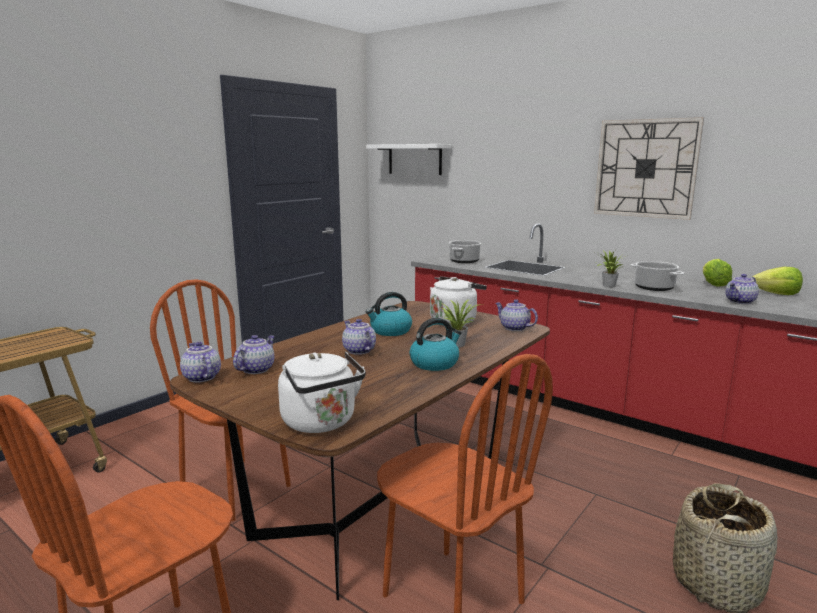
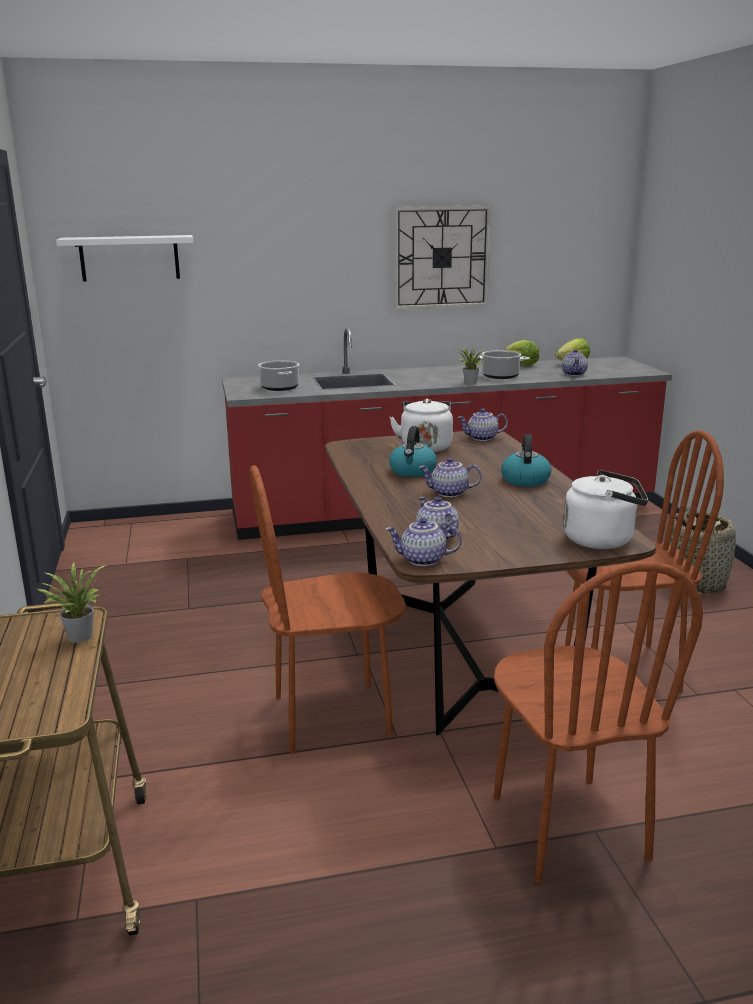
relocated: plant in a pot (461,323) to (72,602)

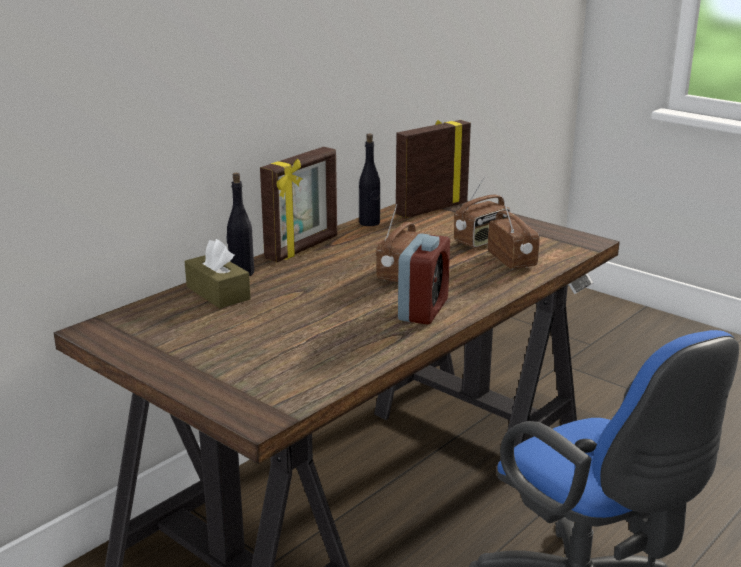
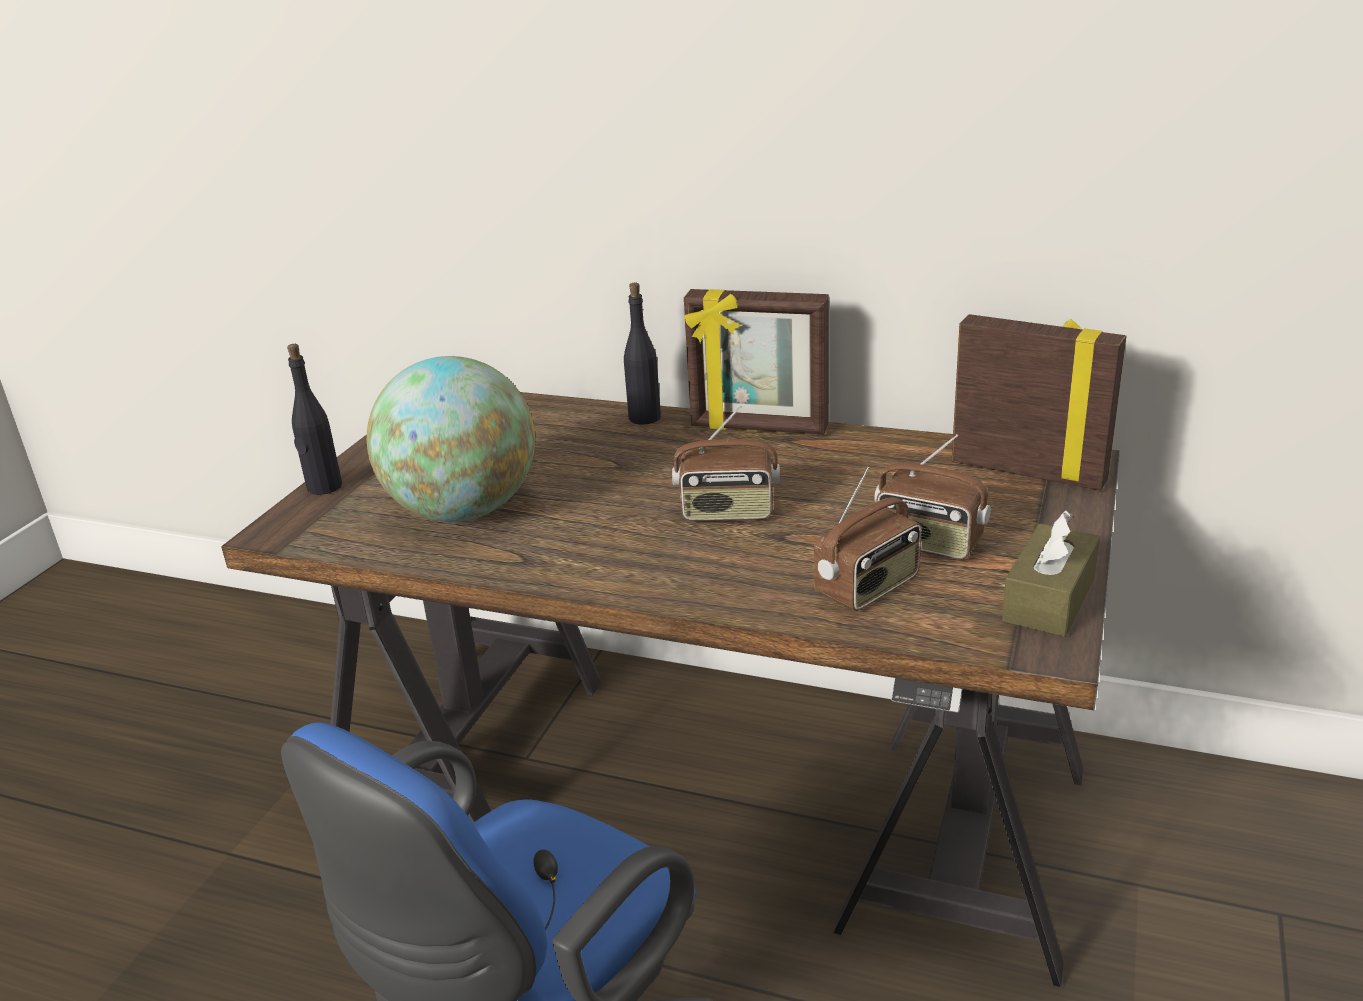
missing: bedside clock (424,279)
appeared: world globe (451,439)
relocated: drink bottle/black (369,180) to (314,419); tissue box/brownish (218,274) to (1051,573)

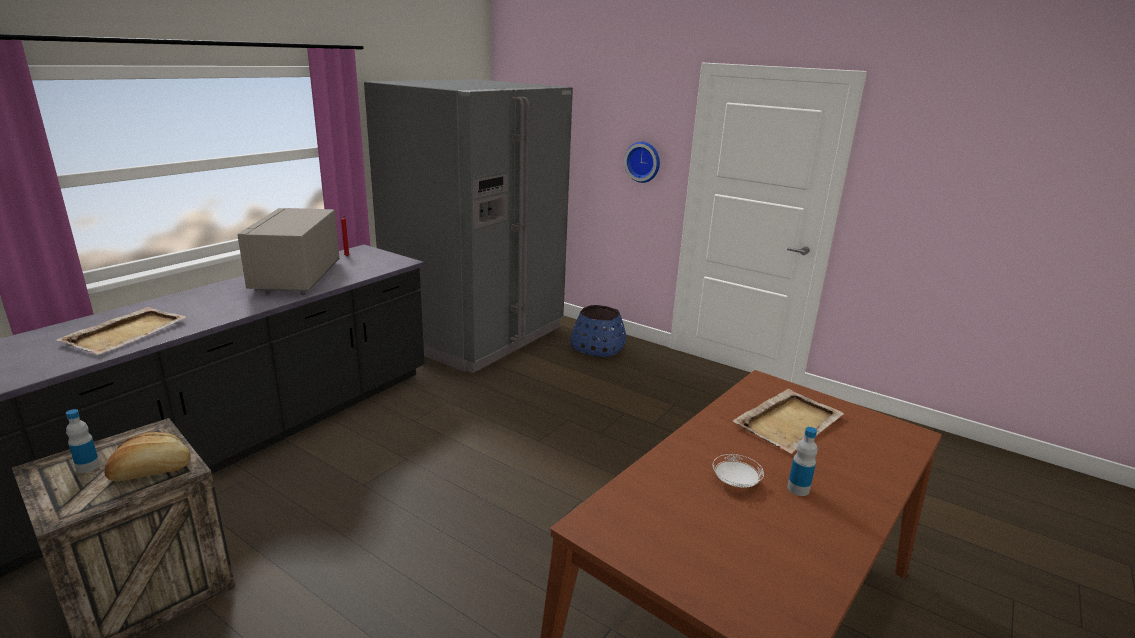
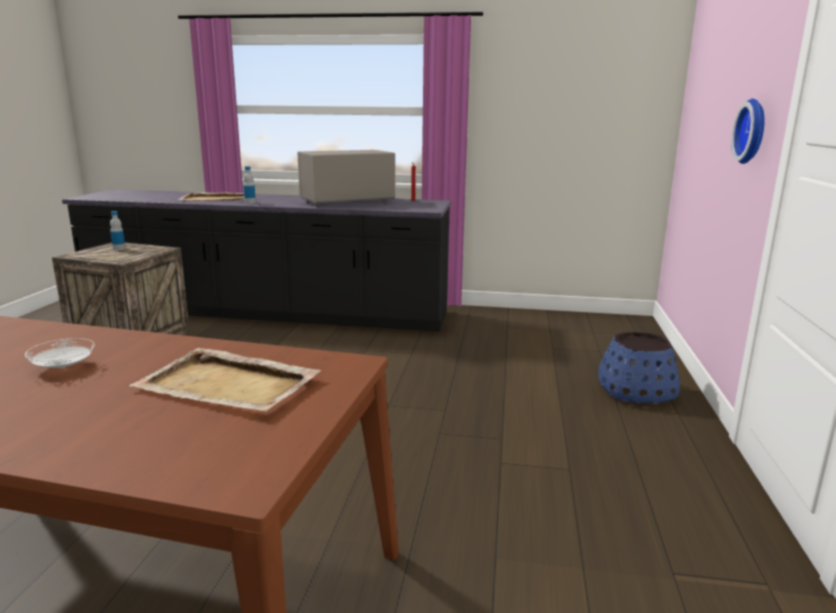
missing: refrigerator/grey (468,226); bread (147,456)
relocated: drink bottle (802,461) to (249,185)

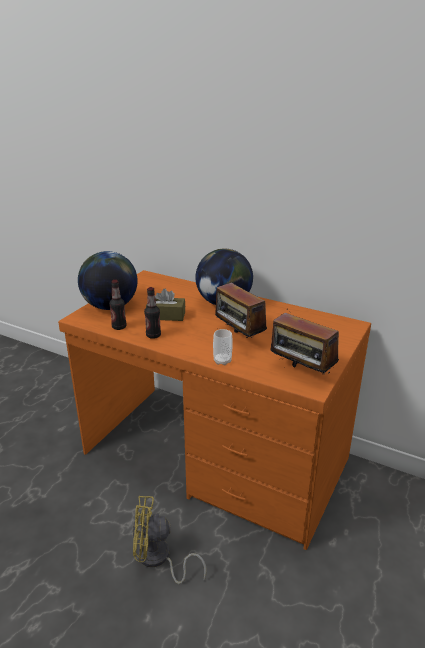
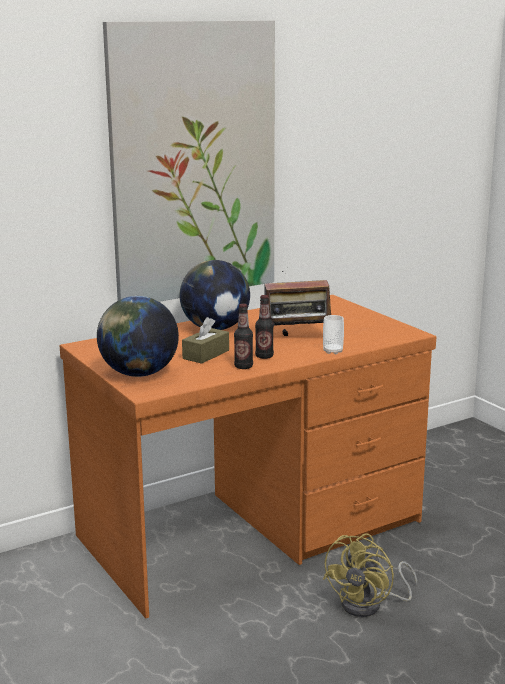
missing: radio set (305,340)
appeared: picture (189,161)
relocated: drink bottle (118,305) to (264,327)

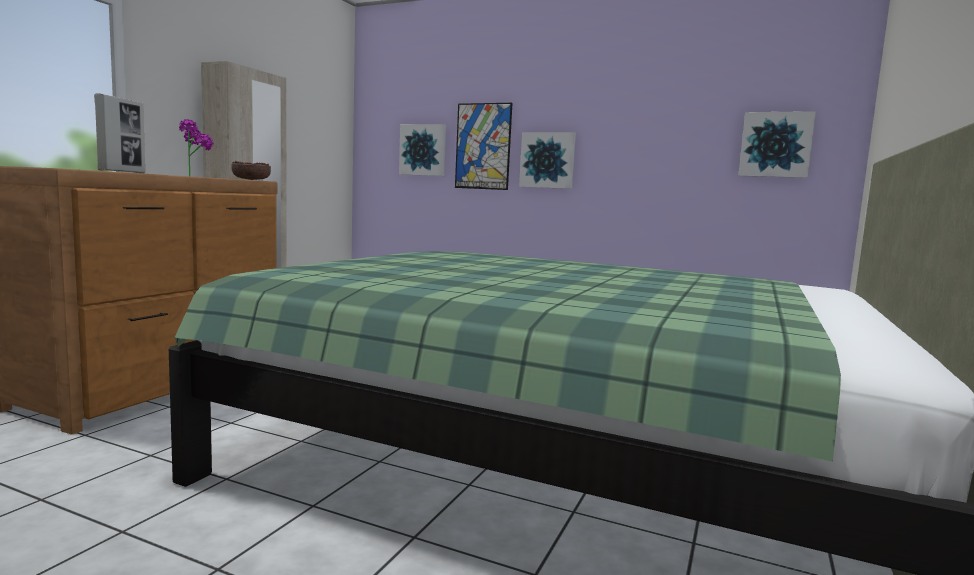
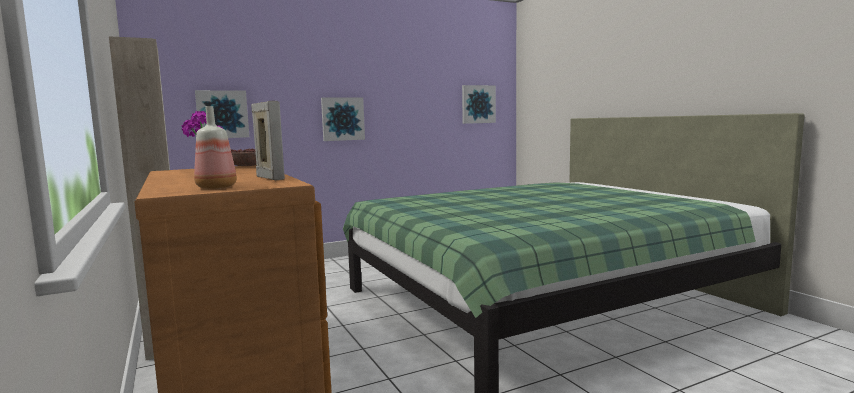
missing: picture (483,146)
appeared: drink bottle (215,147)

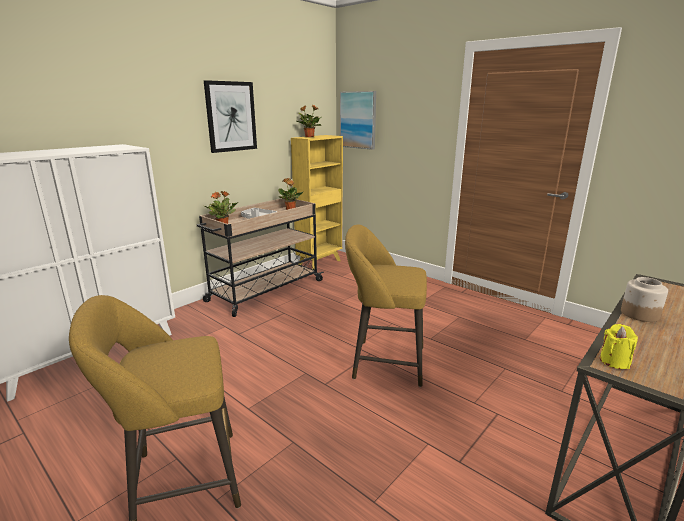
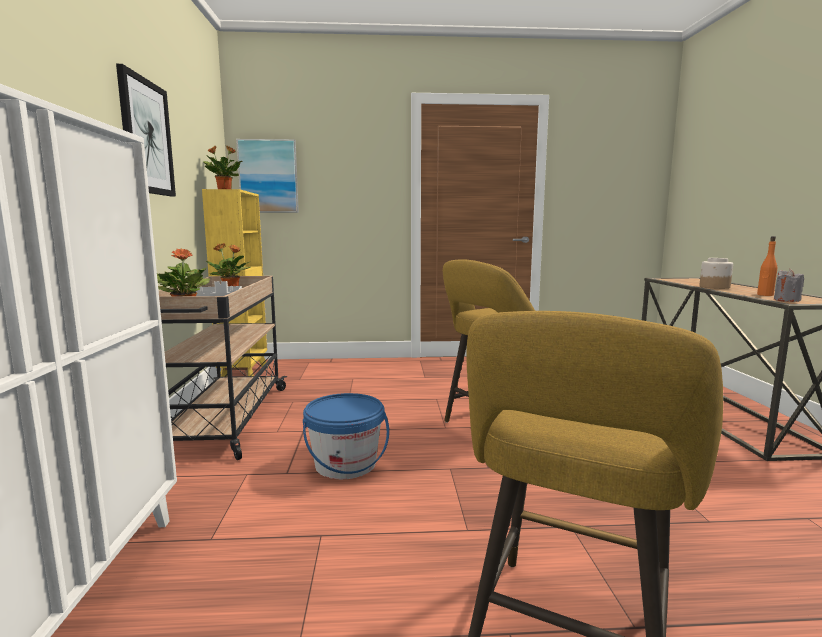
appeared: drink bottle/orange-coloured (767,266); water bucket/blue (346,436)
colour: wax candle/yellowish (619,346) to wax candle/grey (789,285)

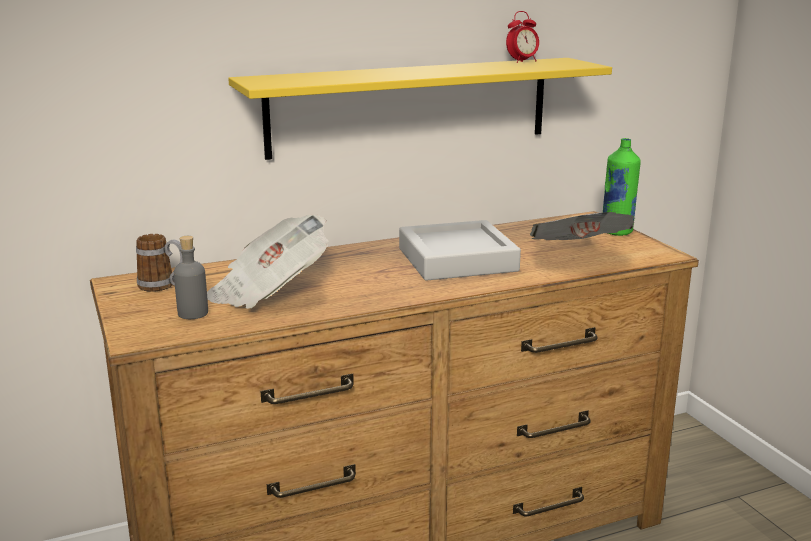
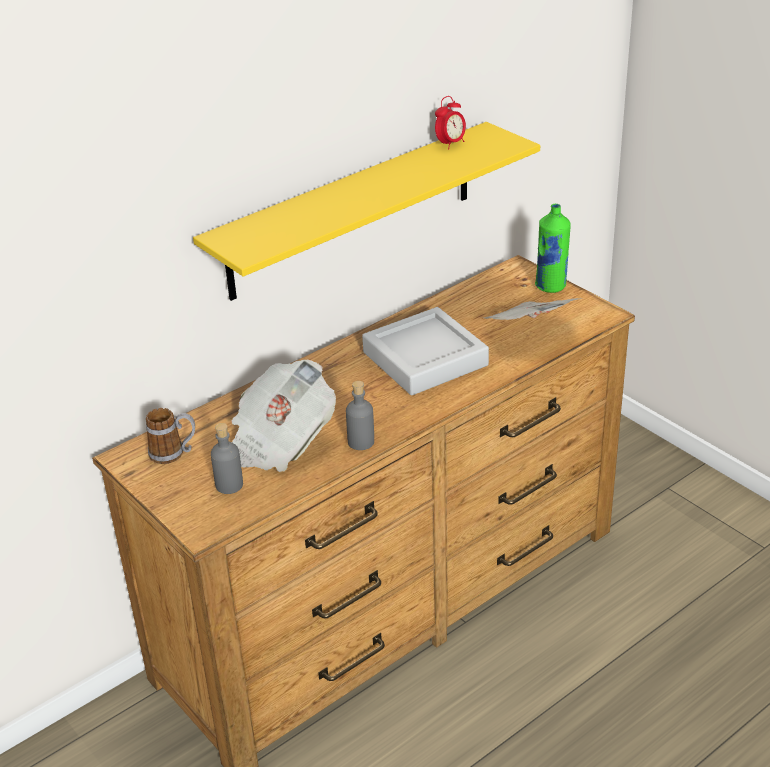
appeared: drink bottle/grey (360,415)

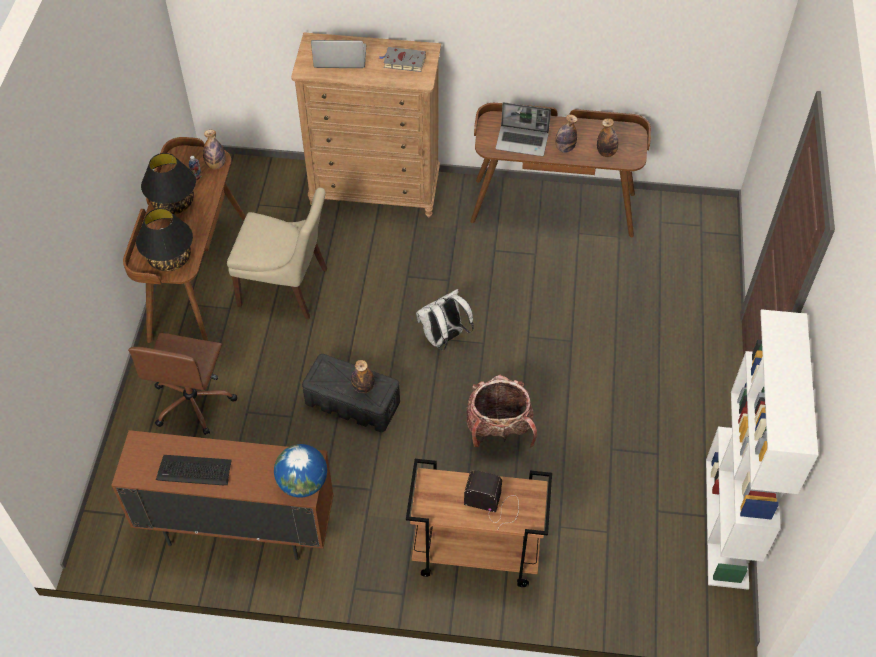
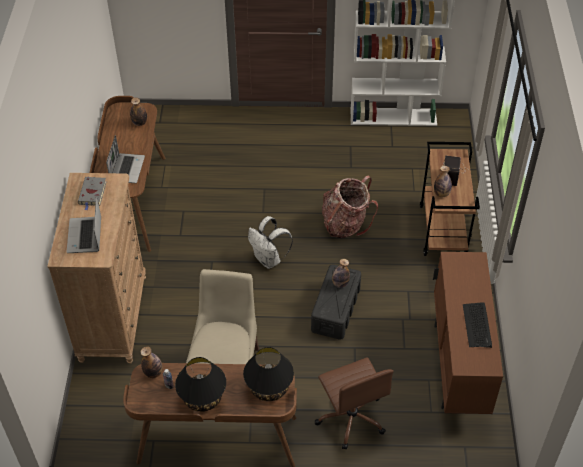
missing: world globe (300,471)
relocated: drink bottle (566,134) to (443,181)
spun: computer chair/brownish (182,384) = (354,403) 60 degrees clockwise

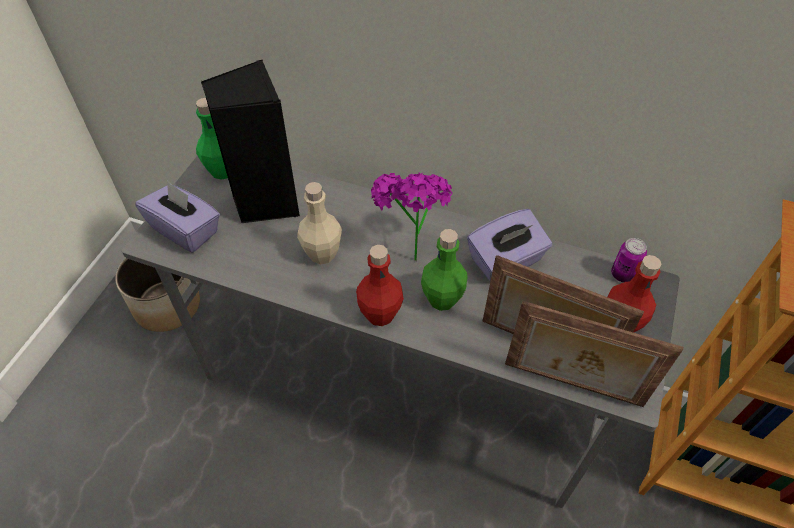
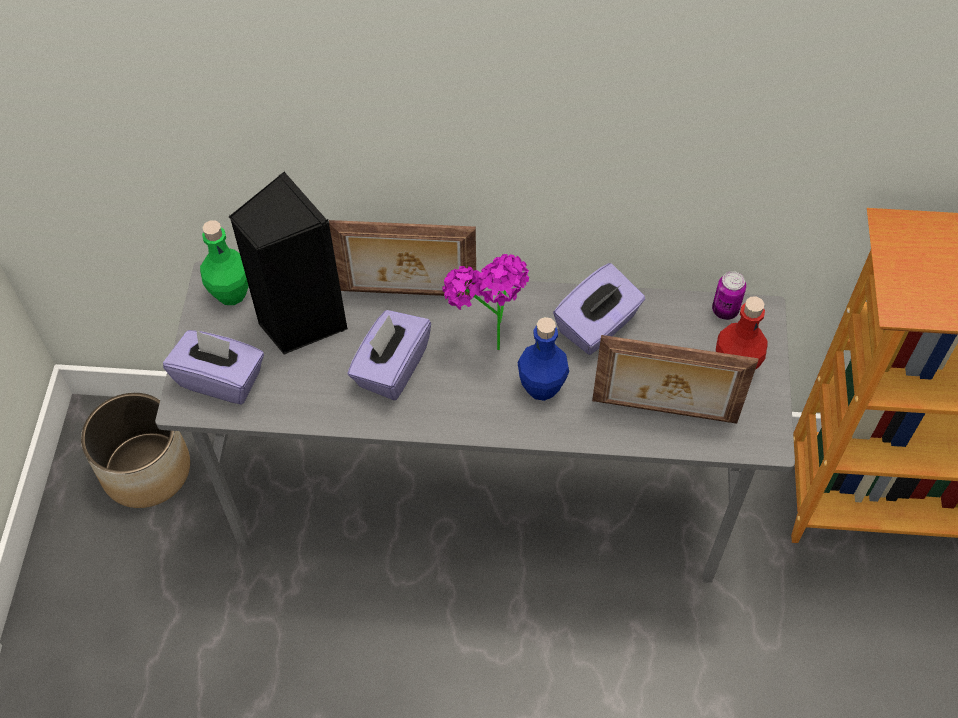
missing: drink bottle/red (380,285)
relocated: photo frame (594,354) to (402,258)
exchanged: drink bottle/beige (319,223) to tissue box/purple (389,355)
colour: drink bottle/green (444,270) to drink bottle/blue (543,359)

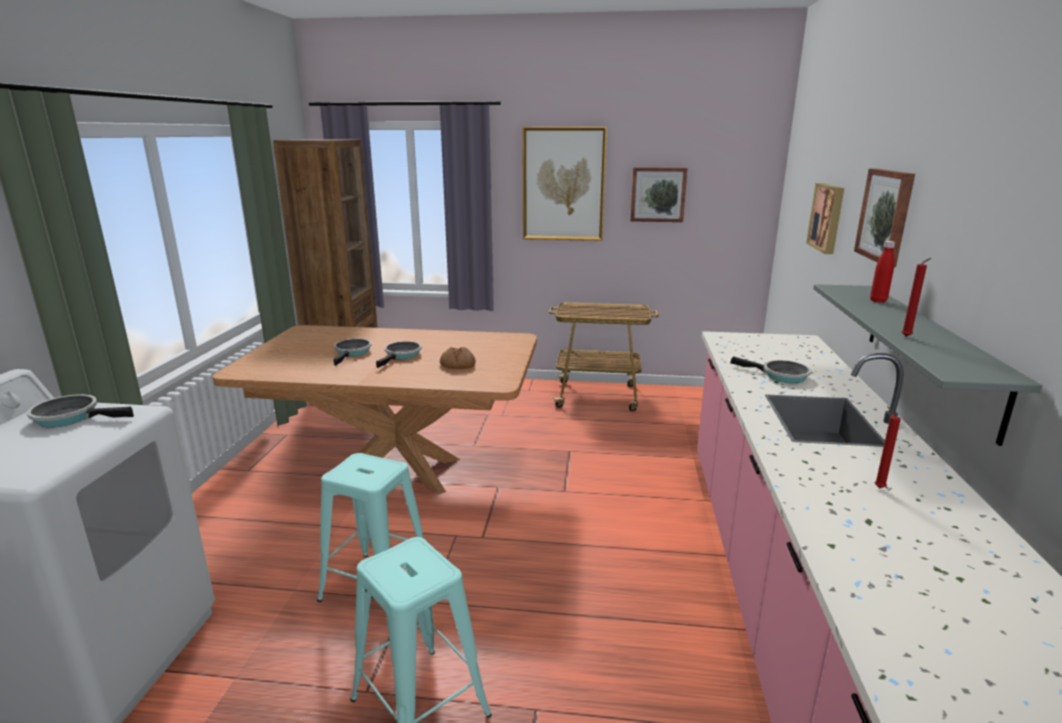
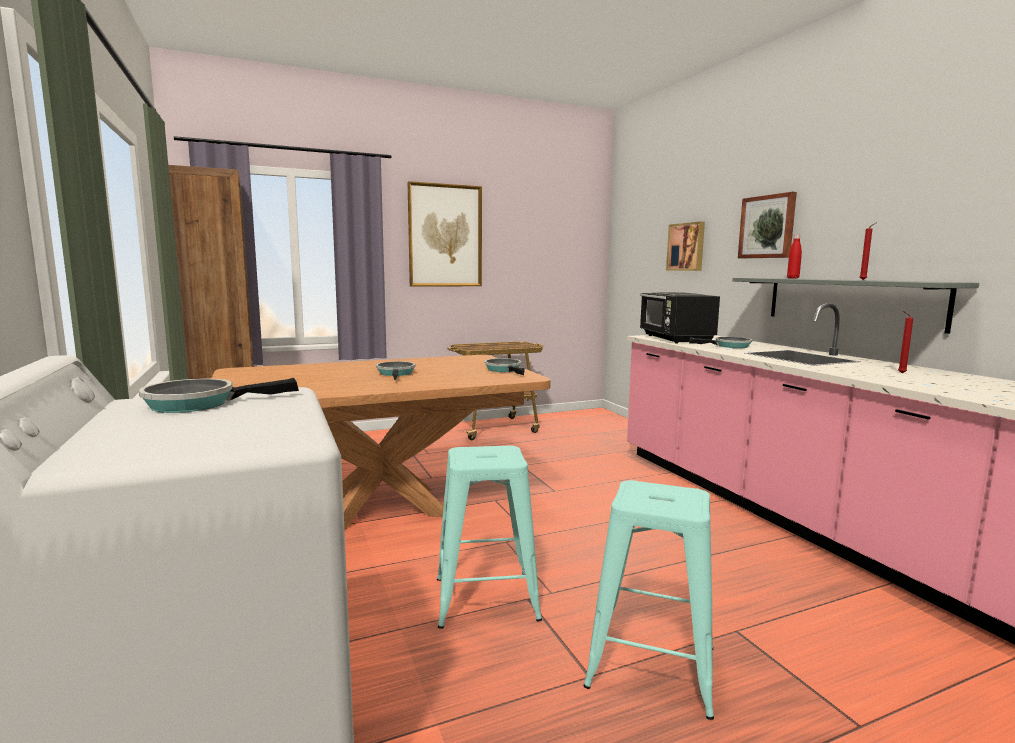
missing: picture (659,194); bread (458,358)
appeared: microwave oven/black (680,318)
relocated: frying pan (352,352) to (505,366)

